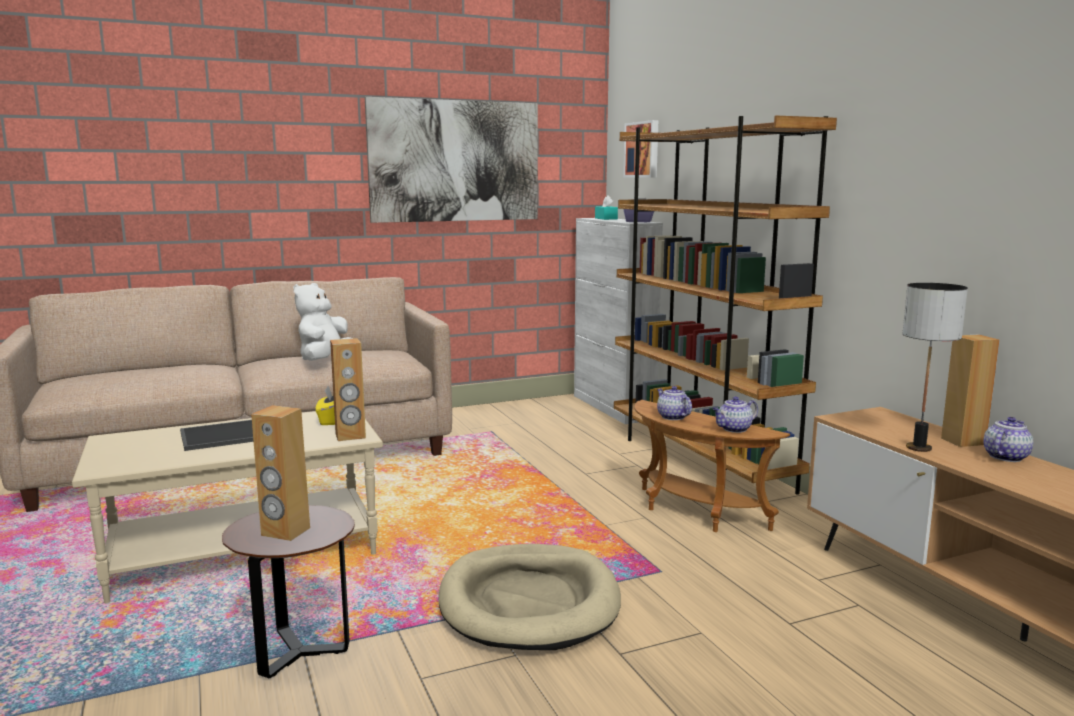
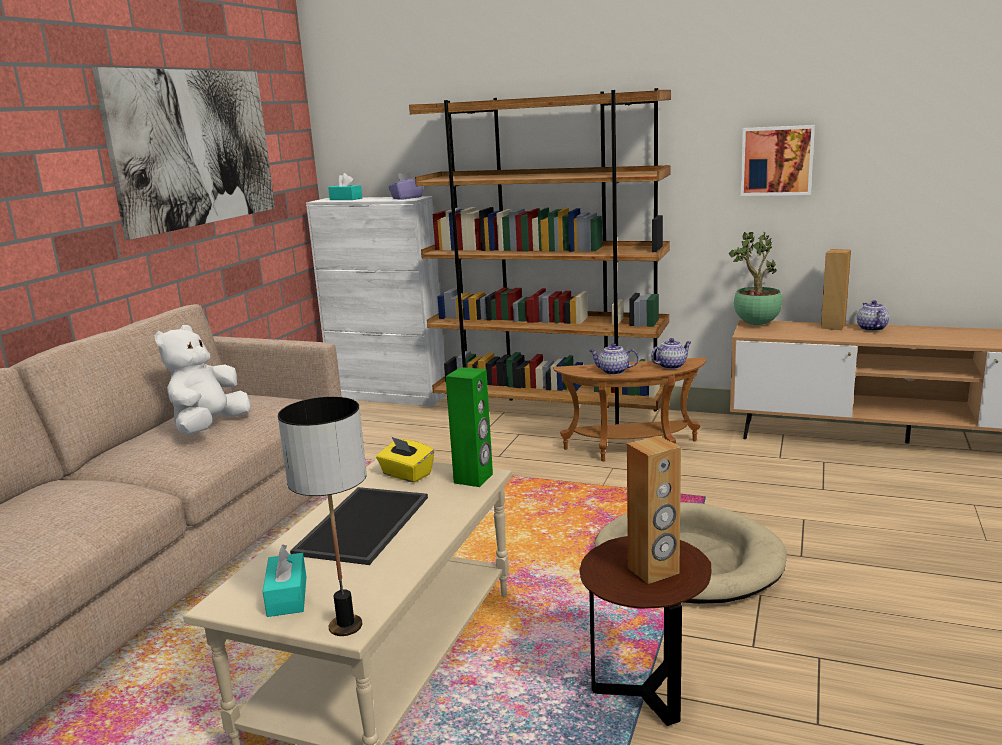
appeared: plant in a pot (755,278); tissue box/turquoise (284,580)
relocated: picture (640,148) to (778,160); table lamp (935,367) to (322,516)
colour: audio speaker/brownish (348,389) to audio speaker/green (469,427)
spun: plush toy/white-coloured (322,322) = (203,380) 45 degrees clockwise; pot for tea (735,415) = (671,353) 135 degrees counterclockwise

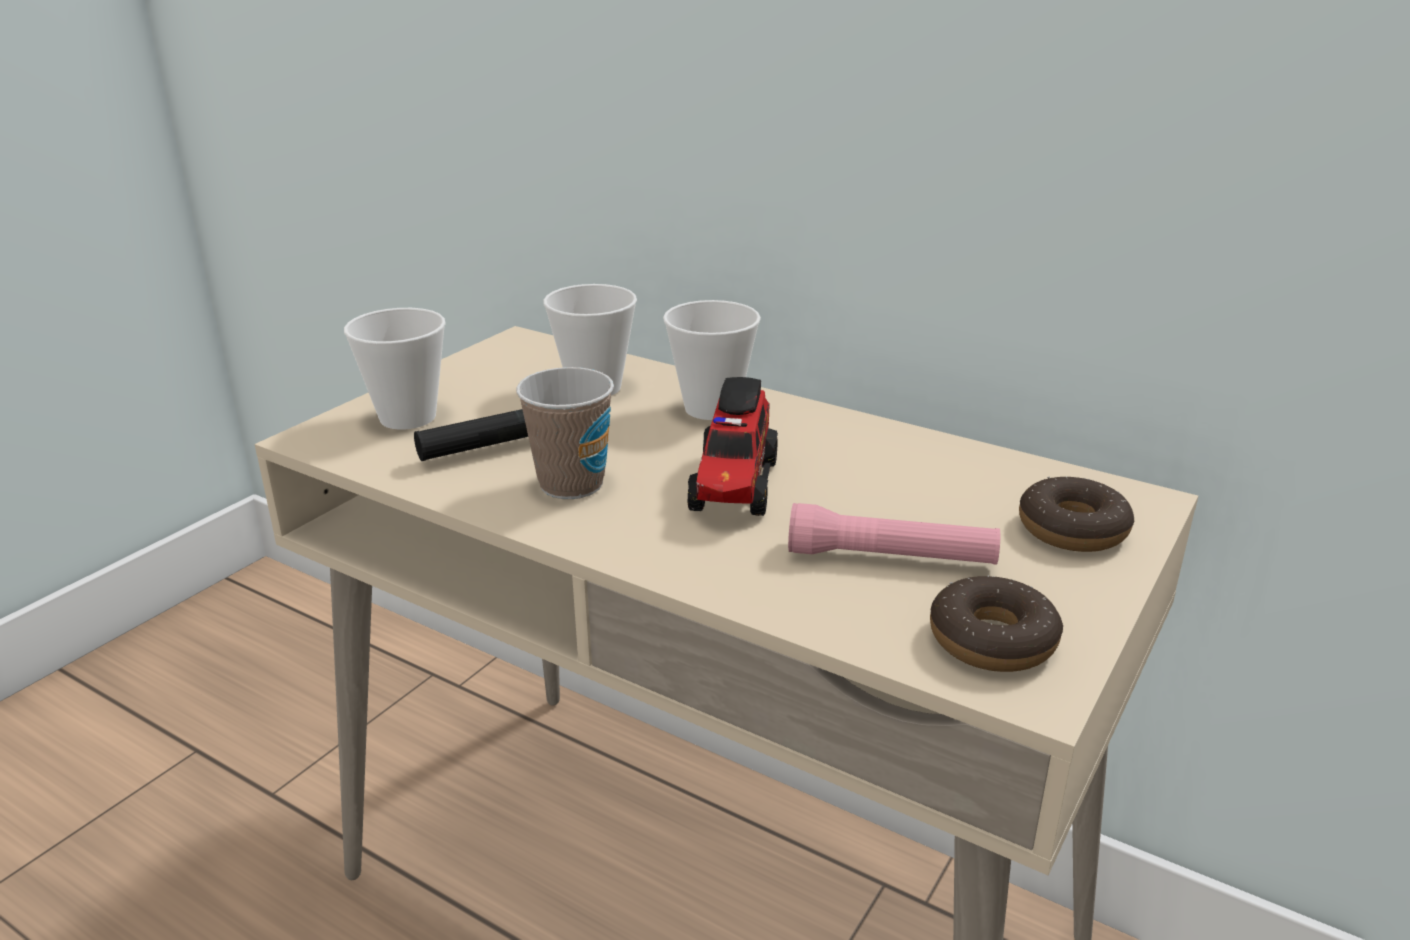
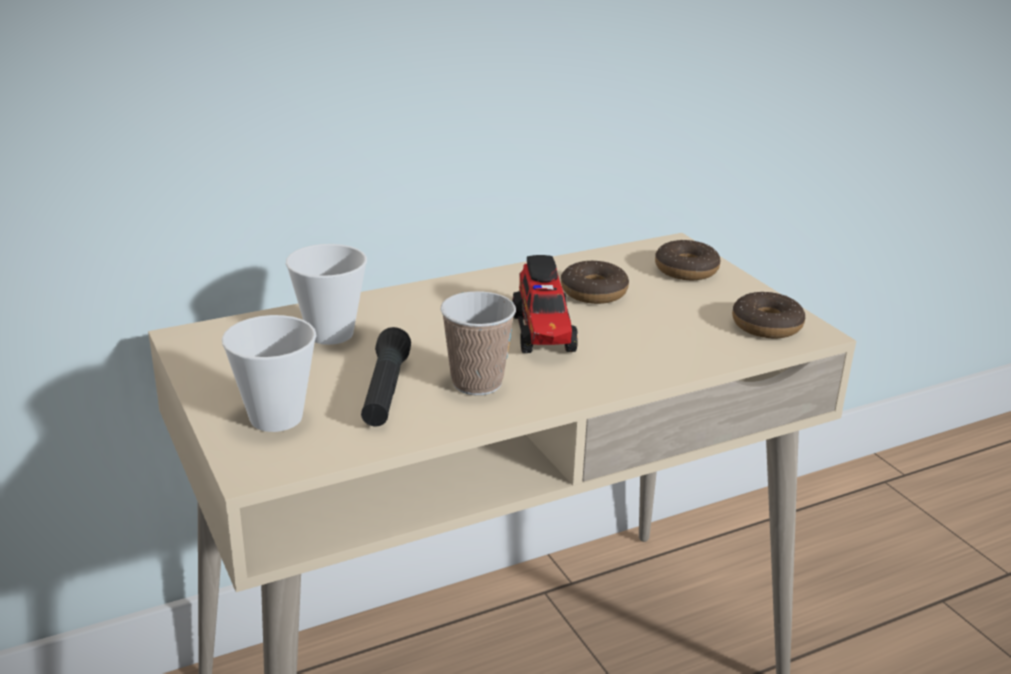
missing: drinking cup (712,360); flashlight/pink (894,534)
appeared: ring doughnut (595,282)
spun: toy lorry (733,446) = (545,304) 45 degrees clockwise

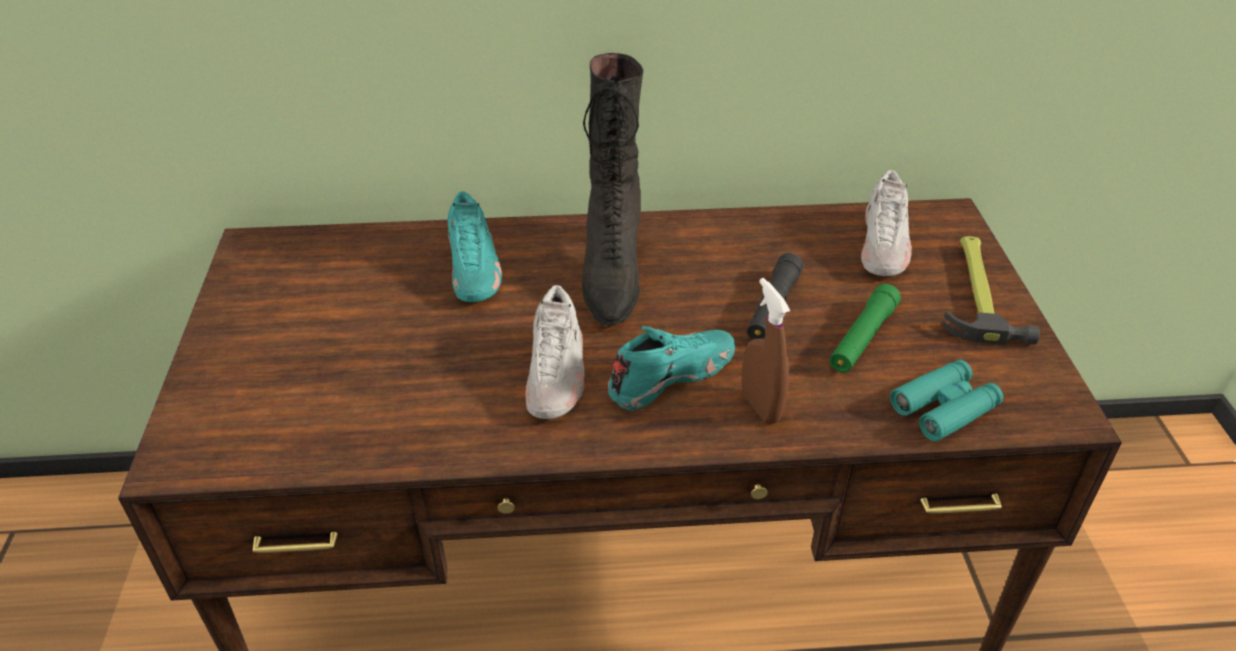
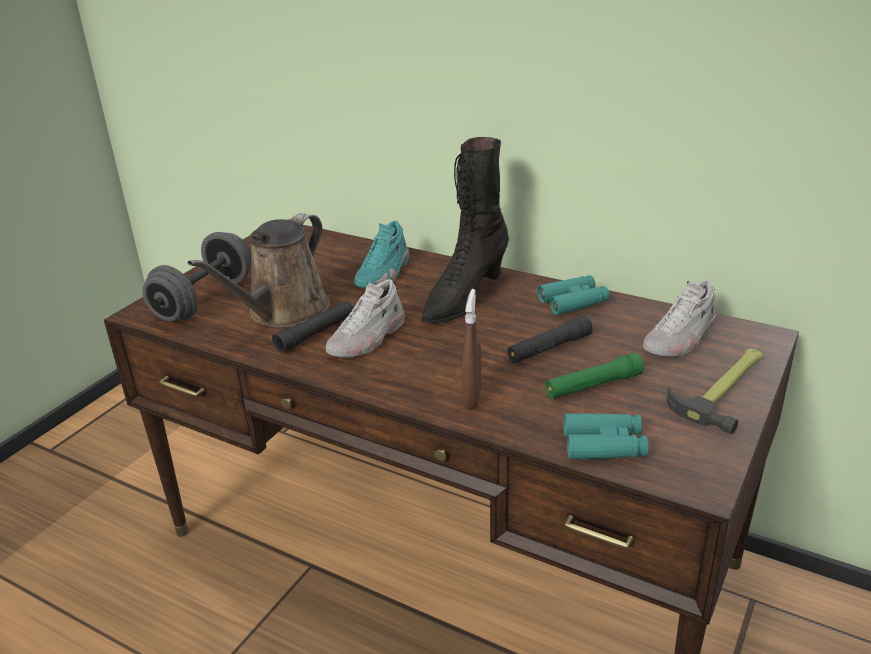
missing: low shoe/turquoise (671,368)
appeared: watering pot/brownish (259,270); hand weight/grey (197,276); field glasses/turquoise (573,295); flashlight/black (313,327)

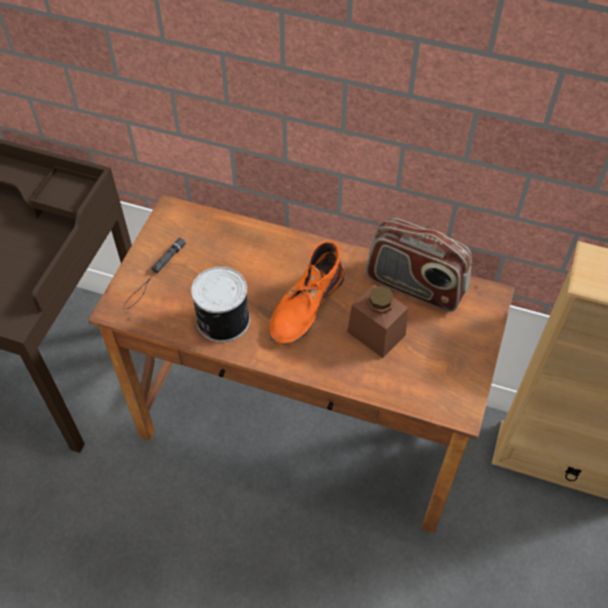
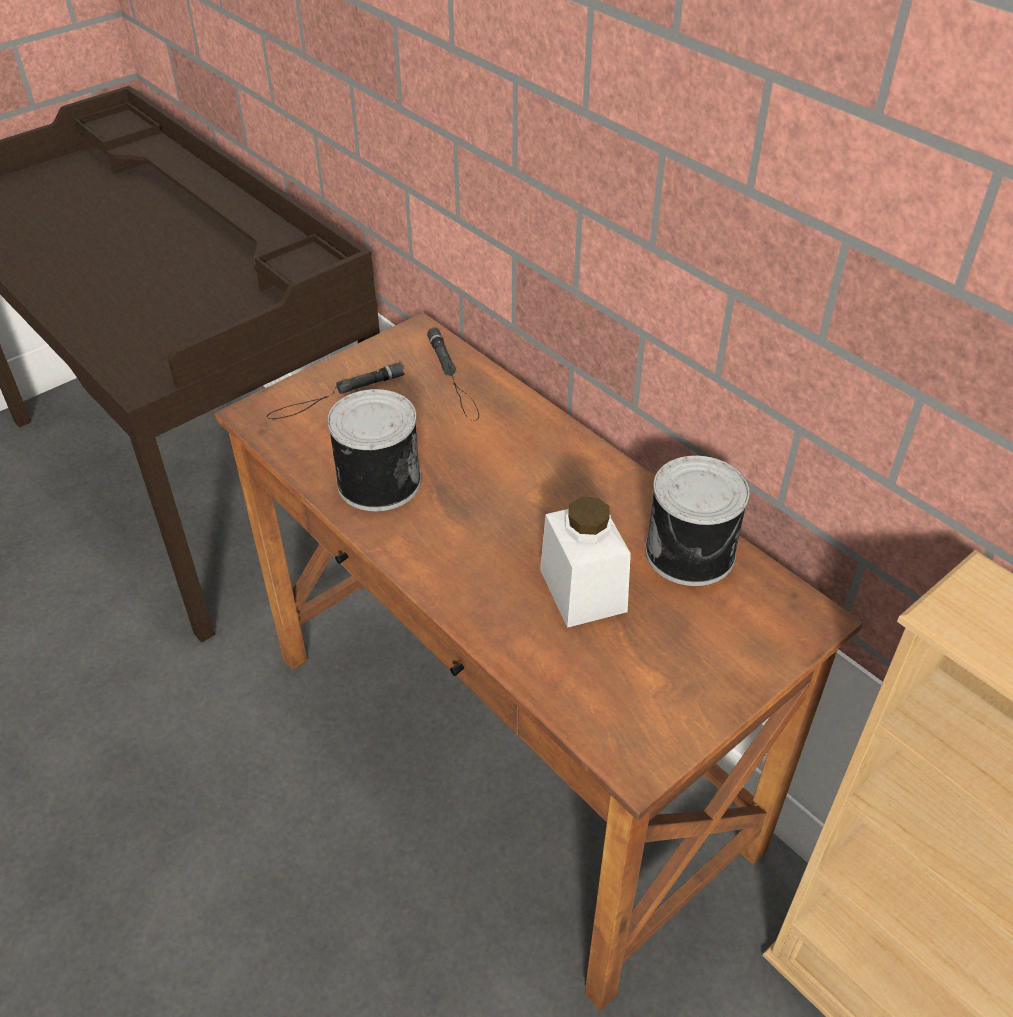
missing: boot/orange-coloured (306,293)
appeared: flashlight/black (453,374)
exchanged: radio set (419,265) to metal can (697,520)
colour: jar/brownish (377,321) to jar/white-coloured (585,562)

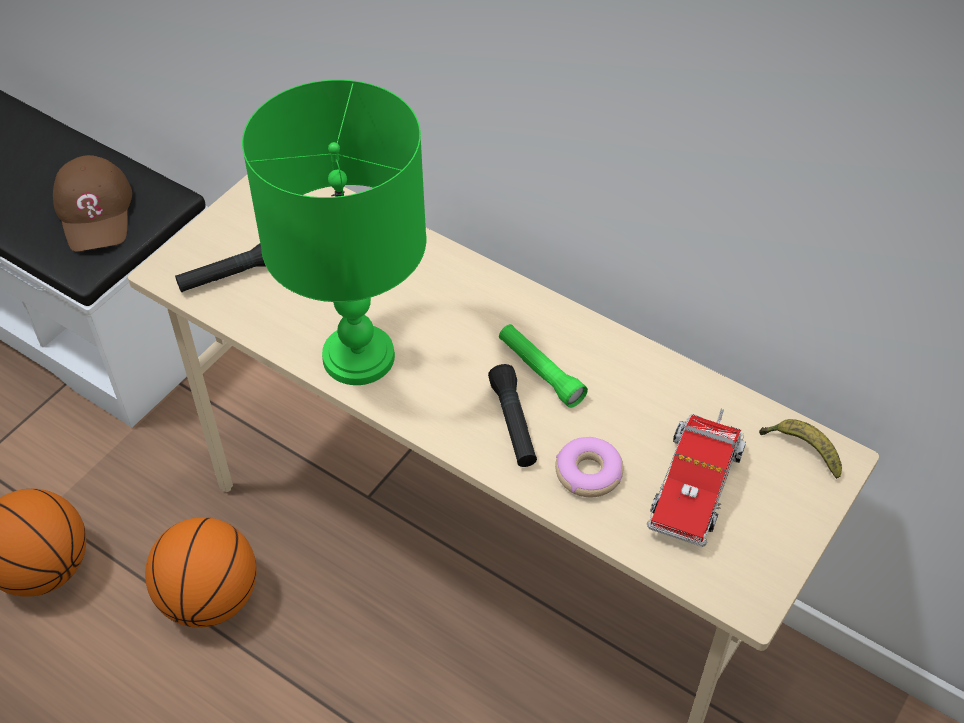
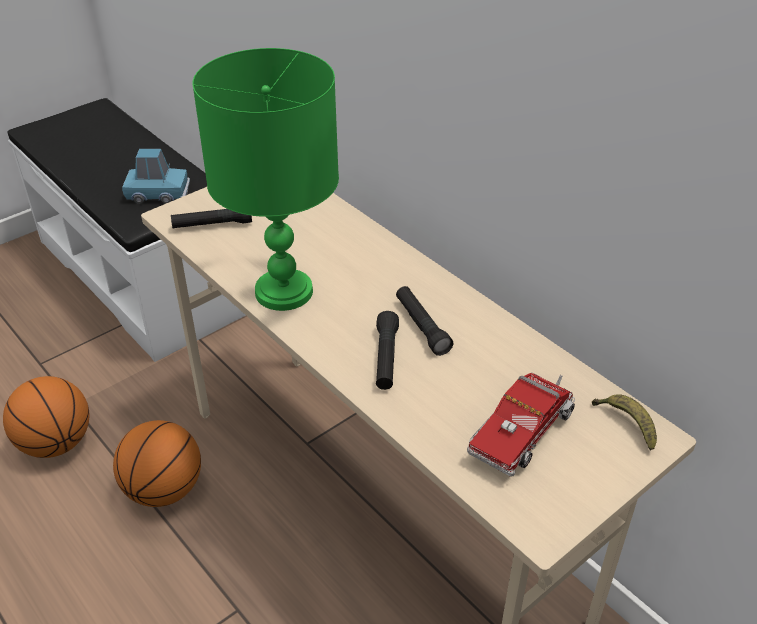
missing: ring doughnut (589,467)
exchanged: cap/brownish (92,203) to miniature car/blue (156,176)
colour: flashlight/green (543,366) to flashlight/black (425,321)

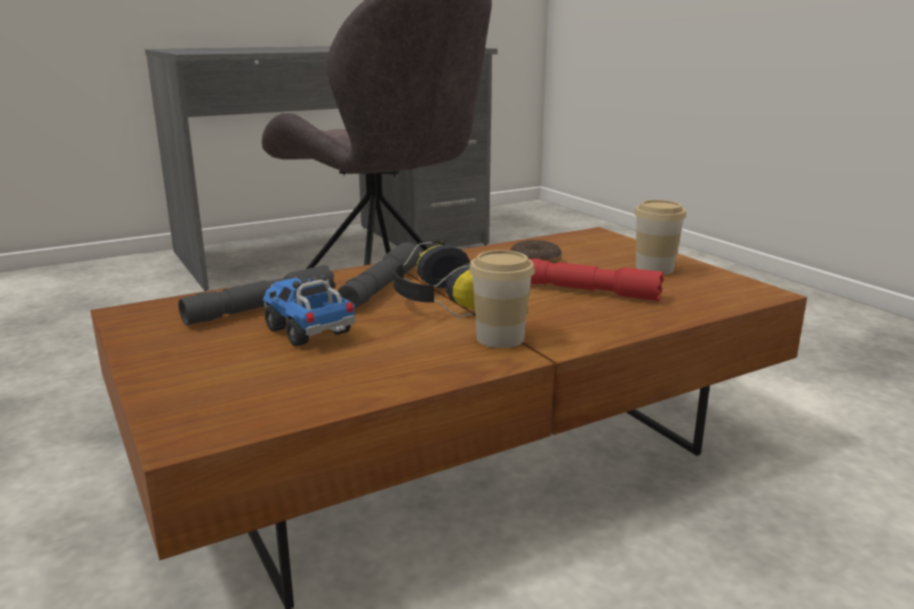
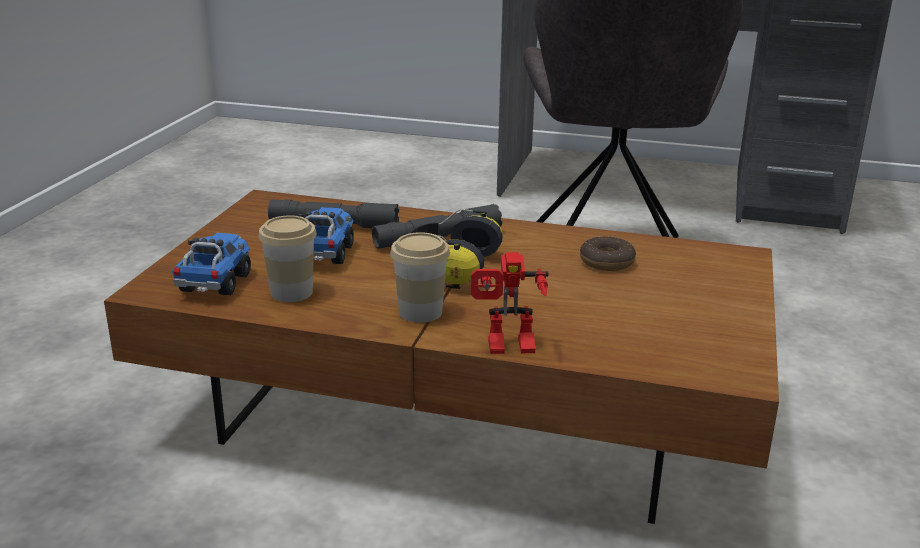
missing: flashlight/red (597,280)
appeared: toy lorry (211,264); toy robot (509,303)
relocated: drinking cup (660,237) to (288,258)

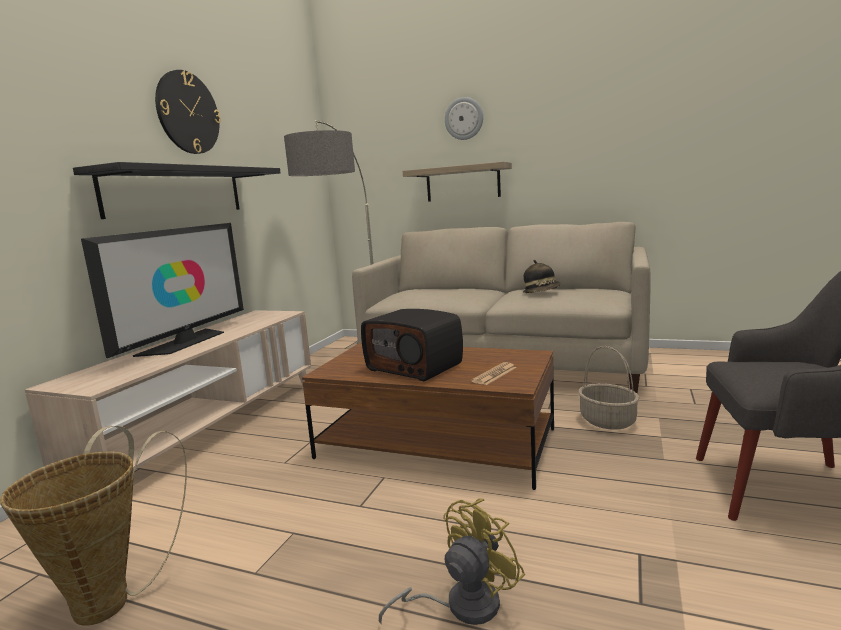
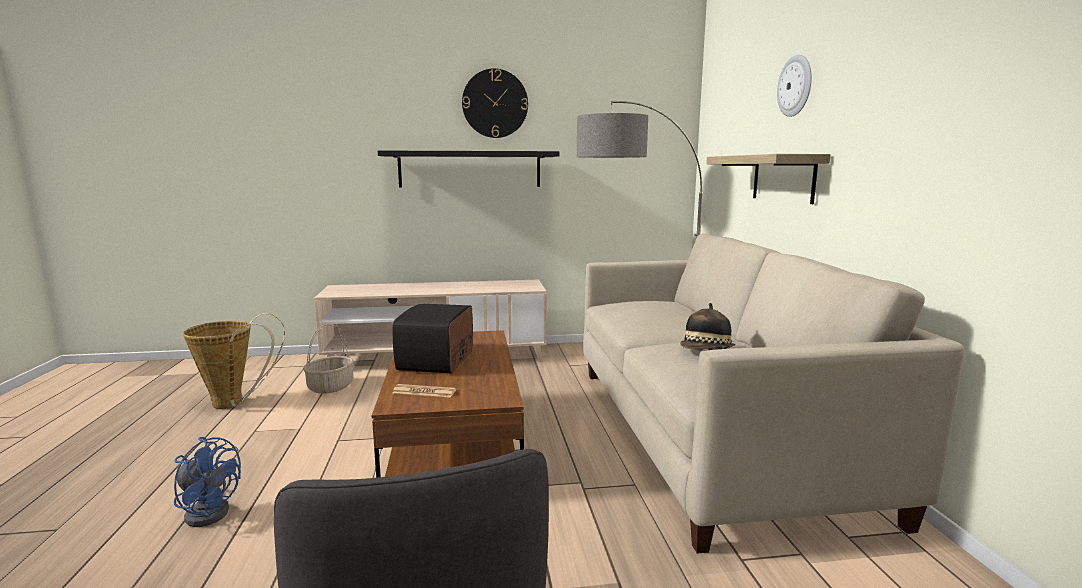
missing: television (162,290)
relocated: storage basket (608,388) to (328,359)
colour: cooling fan/yellowish (452,561) to cooling fan/blue (207,482)

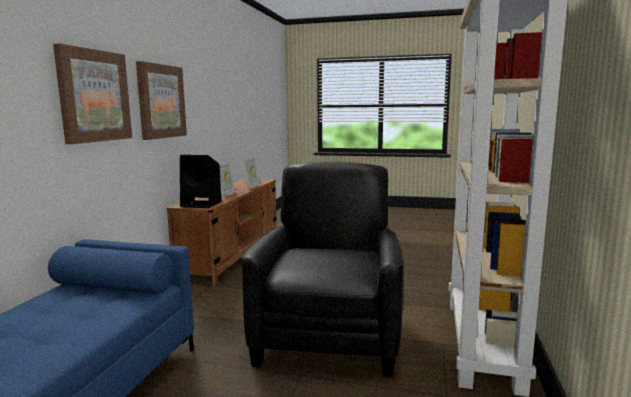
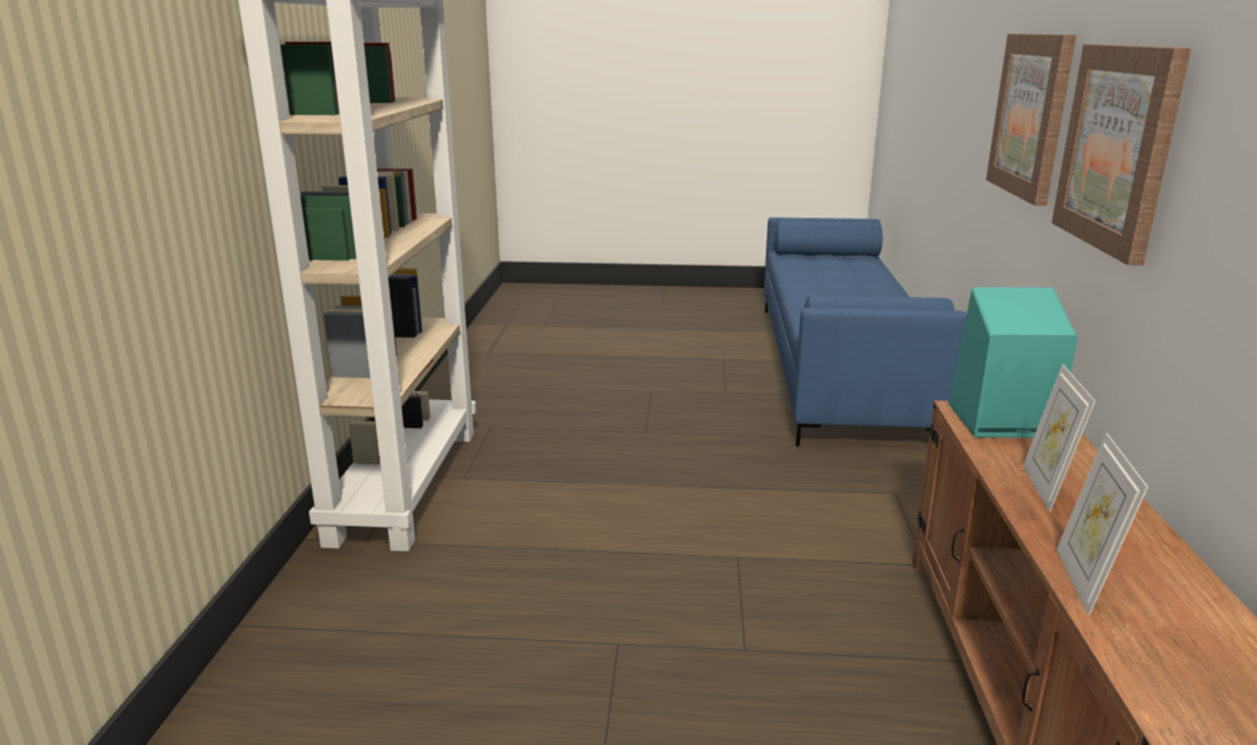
missing: armchair/black (323,269)
colour: audio speaker/black (200,181) to audio speaker/turquoise (1013,362)

